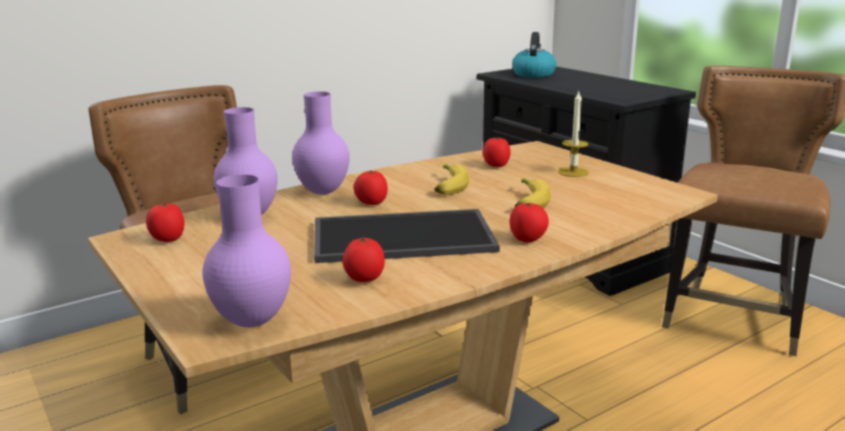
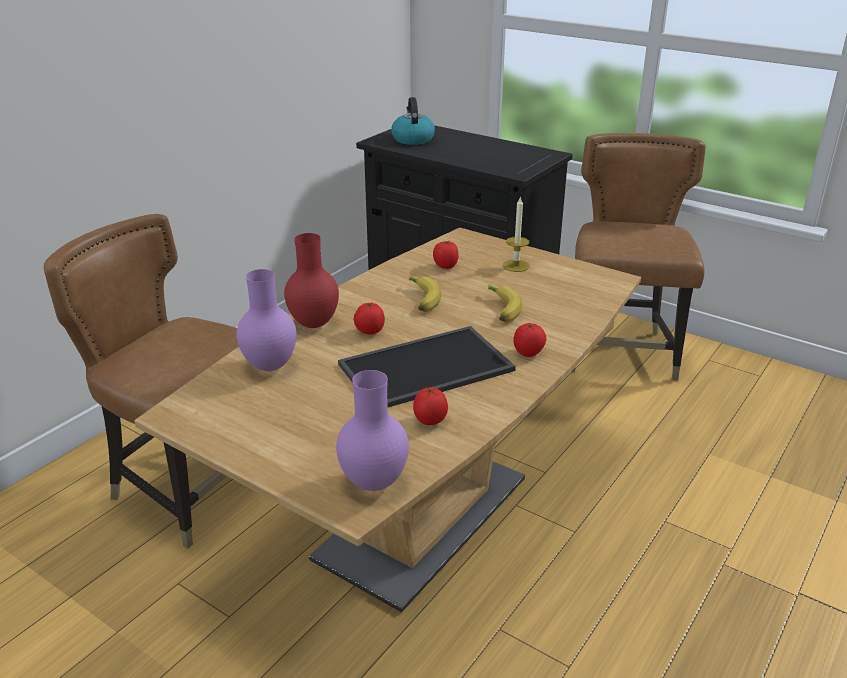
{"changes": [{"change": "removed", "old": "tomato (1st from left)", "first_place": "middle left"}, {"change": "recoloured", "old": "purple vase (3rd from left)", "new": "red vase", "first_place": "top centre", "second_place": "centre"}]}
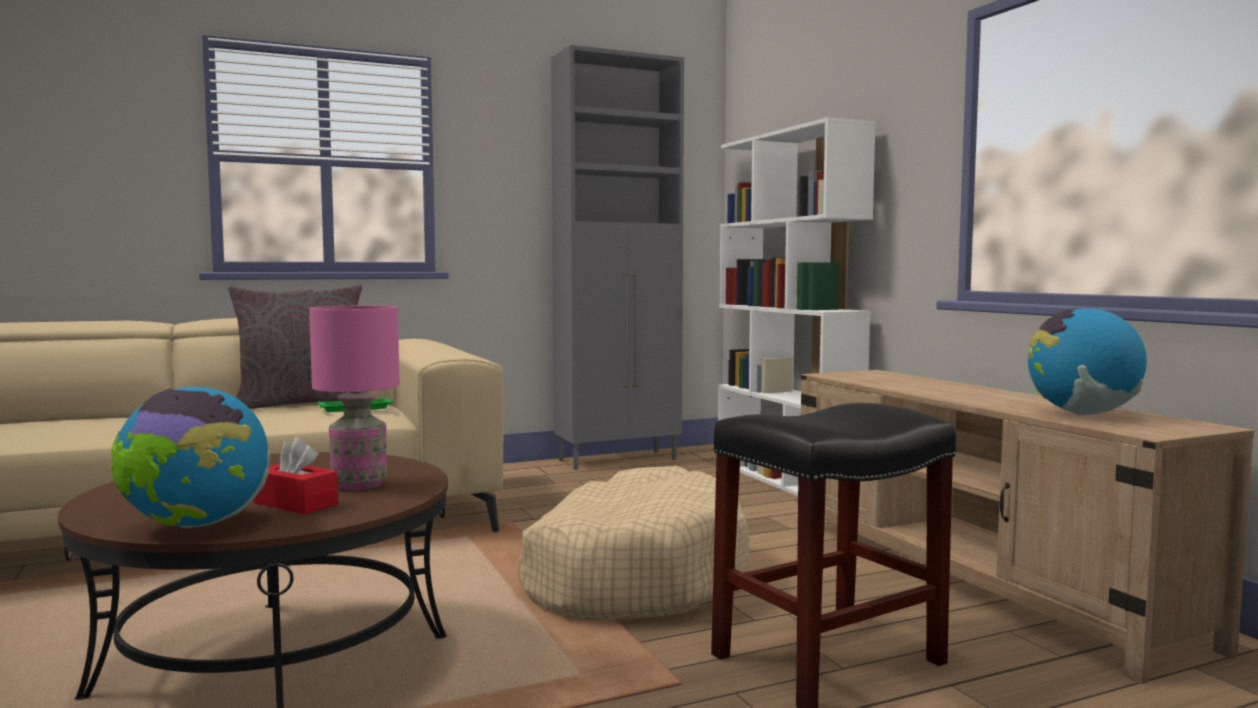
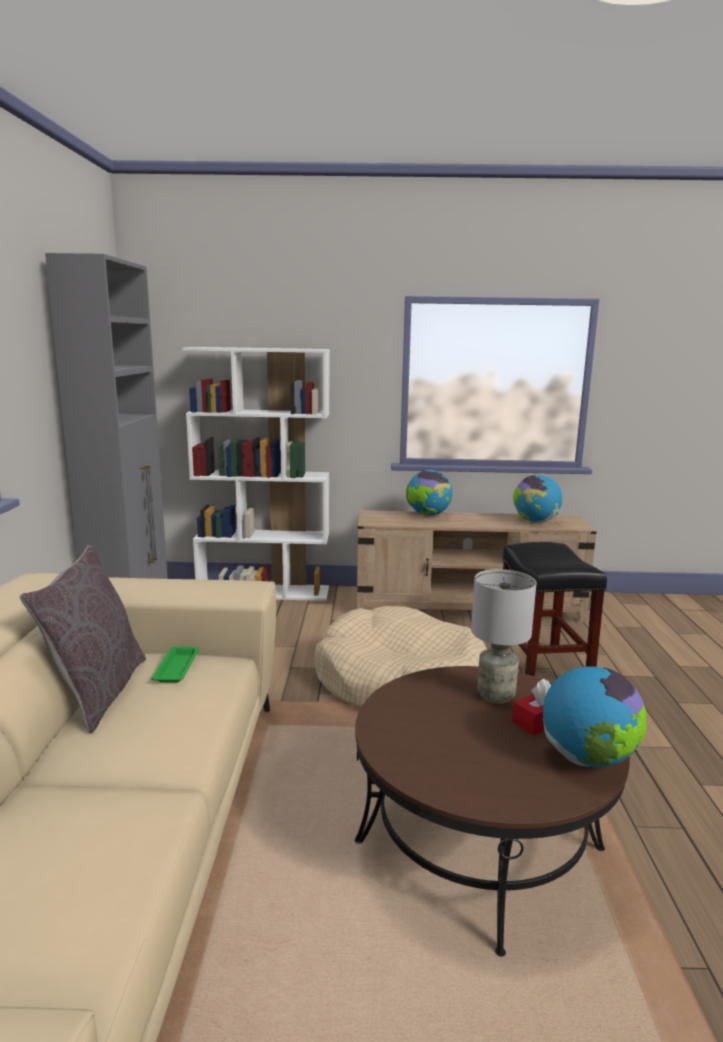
{"changes": [{"change": "recoloured", "old": "pink table lamp", "new": "grey table lamp", "first_place": "middle left", "second_place": "middle right"}, {"change": "added", "new": "globe (1st from left)", "second_place": "centre"}]}
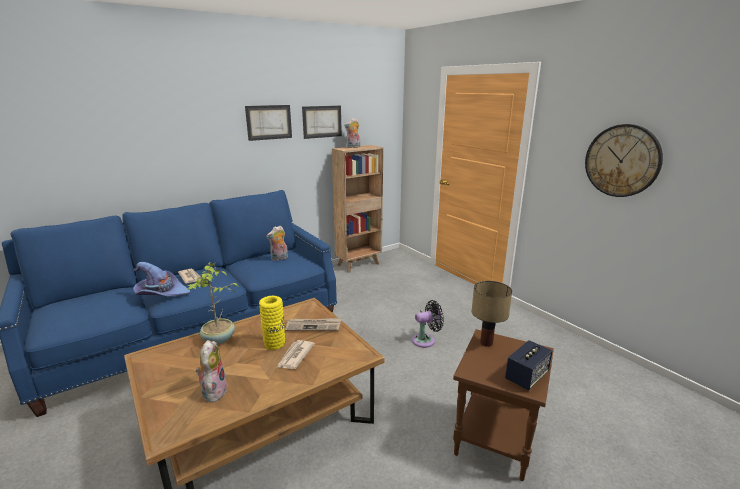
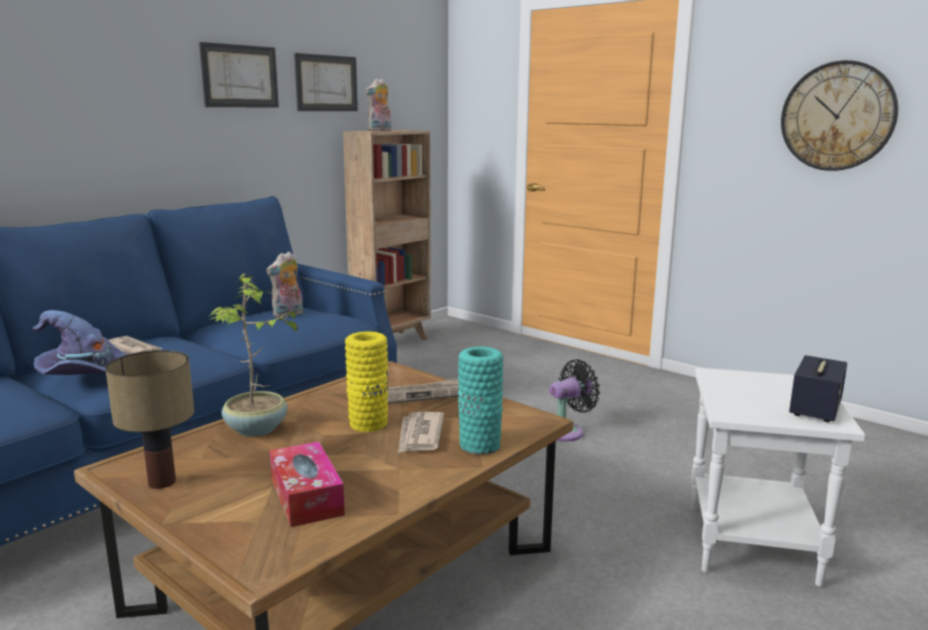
{"changes": [{"change": "replaced", "old": "plush toy (1st from left)", "new": "tissue box", "first_place": "bottom left", "second_place": "bottom left"}, {"change": "recoloured", "old": "brown side table", "new": "white side table", "first_place": "bottom right", "second_place": "bottom right"}, {"change": "moved", "old": "table lamp", "first_place": "centre", "second_place": "middle left"}, {"change": "added", "new": "turquoise vase", "second_place": "centre"}]}
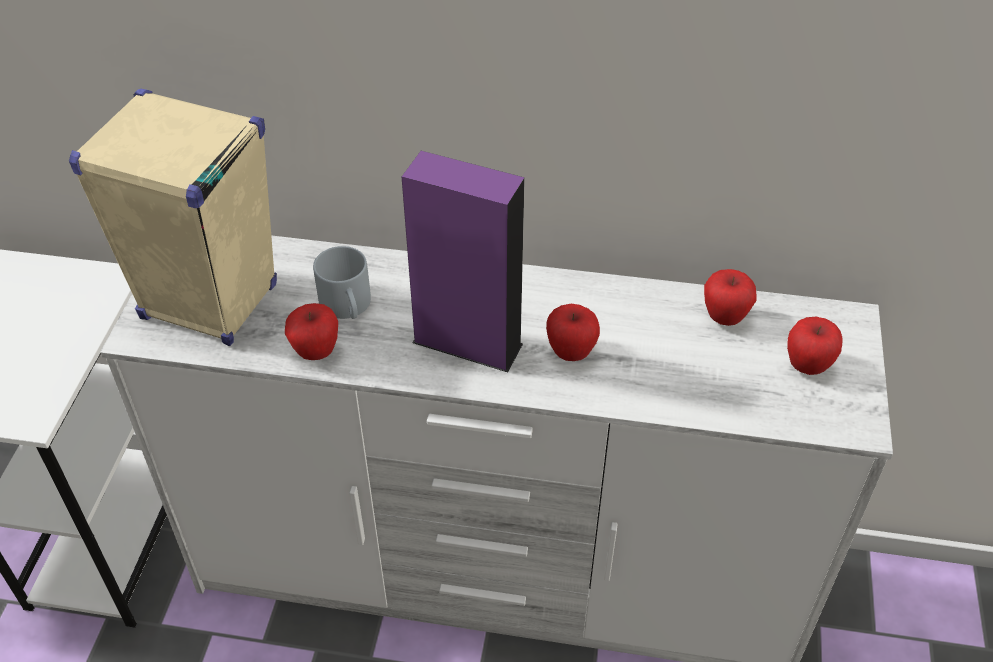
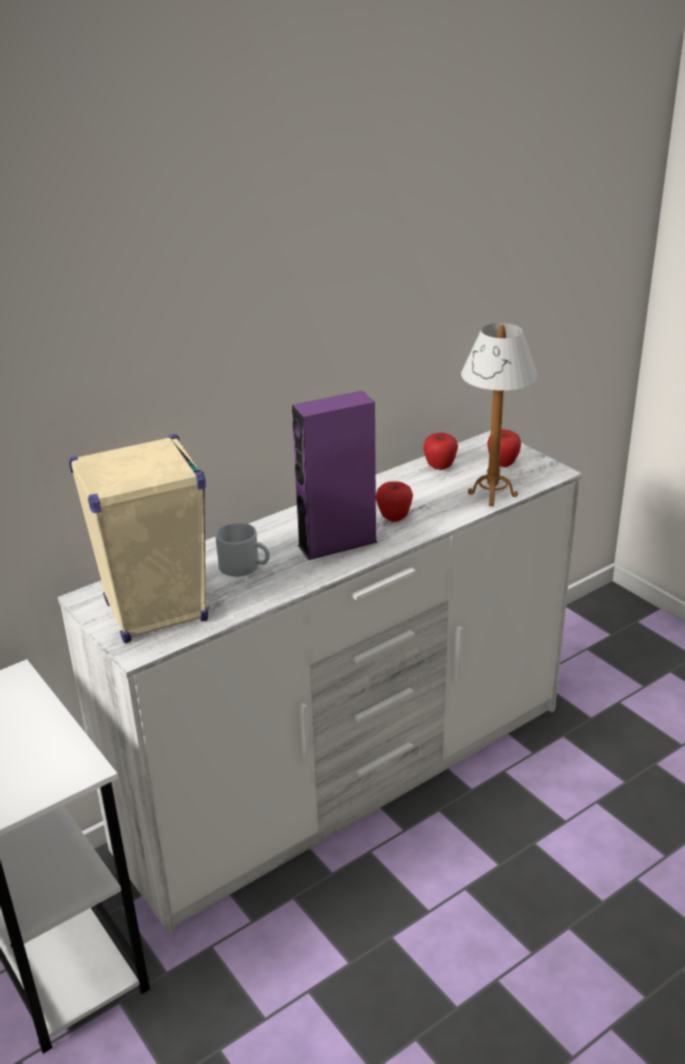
{"changes": [{"change": "removed", "old": "apple (1st from left)", "first_place": "middle left"}, {"change": "added", "new": "table lamp", "second_place": "middle right"}]}
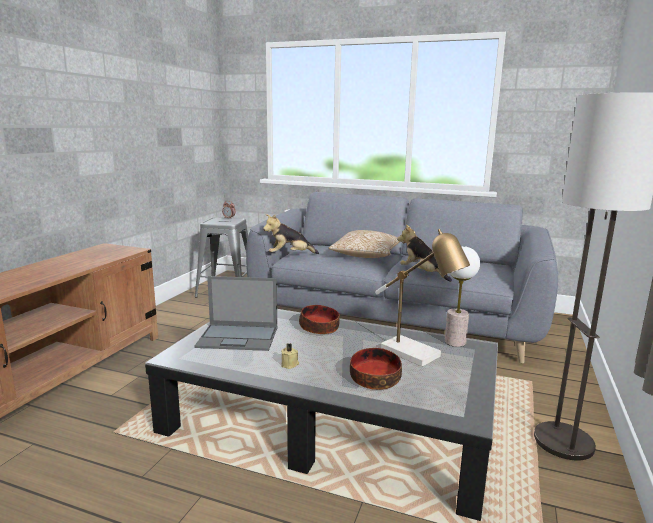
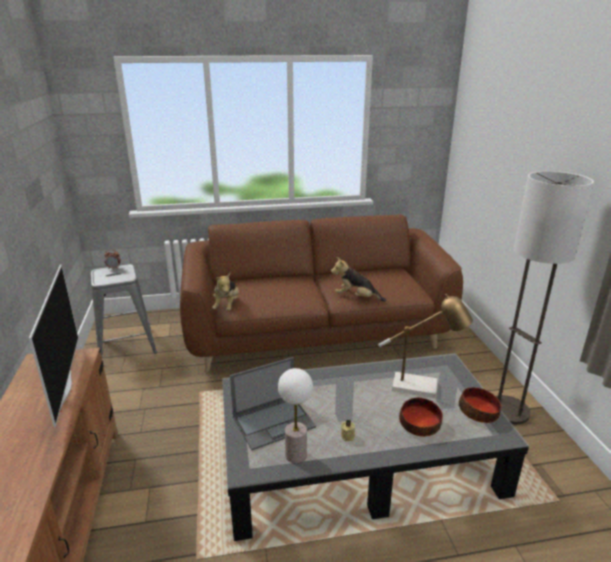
{"changes": [{"change": "recoloured", "old": "grey sofa", "new": "brown sofa", "first_place": "centre", "second_place": "centre"}, {"change": "turned", "old": "plush toy (1st from left)", "first_place": "centre", "second_place": "centre", "degrees": -45}, {"change": "moved", "old": "bowl (1st from left in the first image)", "new": "bowl (2nd from left)", "first_place": "centre", "second_place": "bottom right"}, {"change": "removed", "old": "pillow", "first_place": "centre"}, {"change": "moved", "old": "table lamp (2nd from left in the first image)", "new": "table lamp (1st from left)", "first_place": "middle right", "second_place": "bottom centre"}, {"change": "added", "new": "television", "second_place": "middle left"}]}
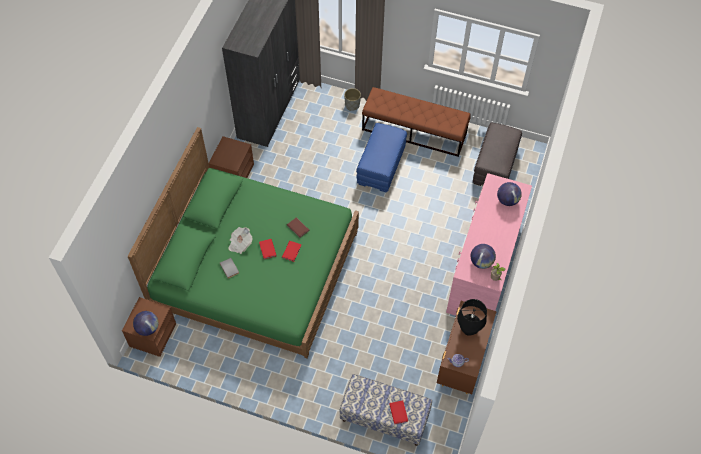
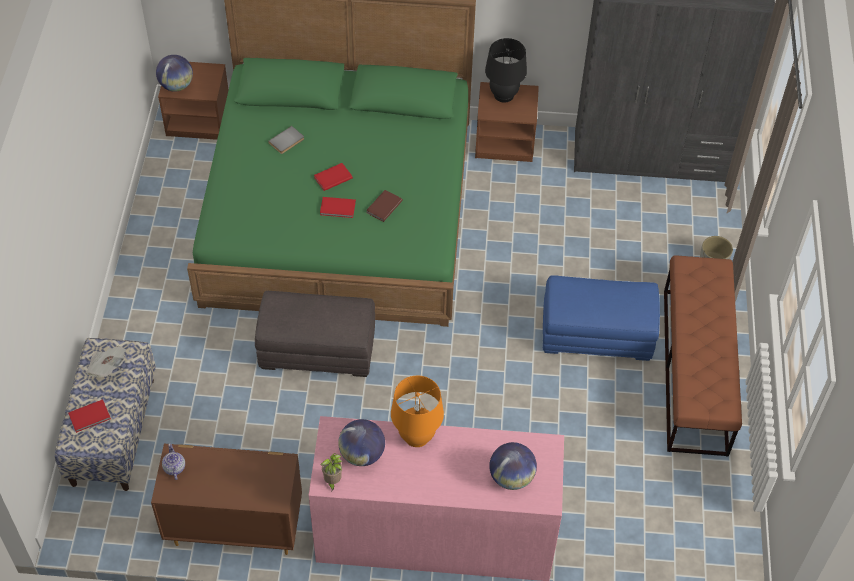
{"changes": [{"change": "moved", "old": "newspaper", "first_place": "centre", "second_place": "middle left"}, {"change": "moved", "old": "black table lamp", "first_place": "bottom right", "second_place": "top centre"}, {"change": "moved", "old": "grey ottoman", "first_place": "middle right", "second_place": "centre"}, {"change": "added", "new": "orange table lamp", "second_place": "bottom centre"}]}
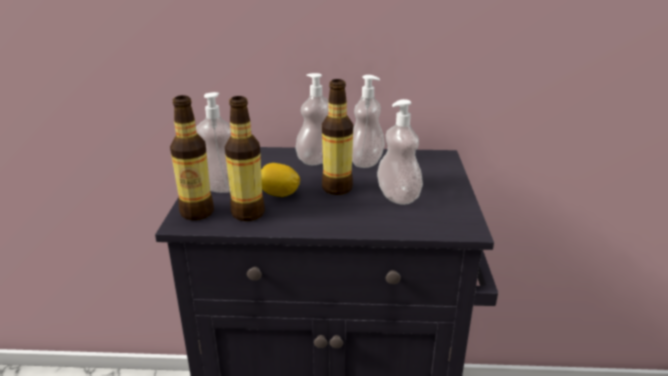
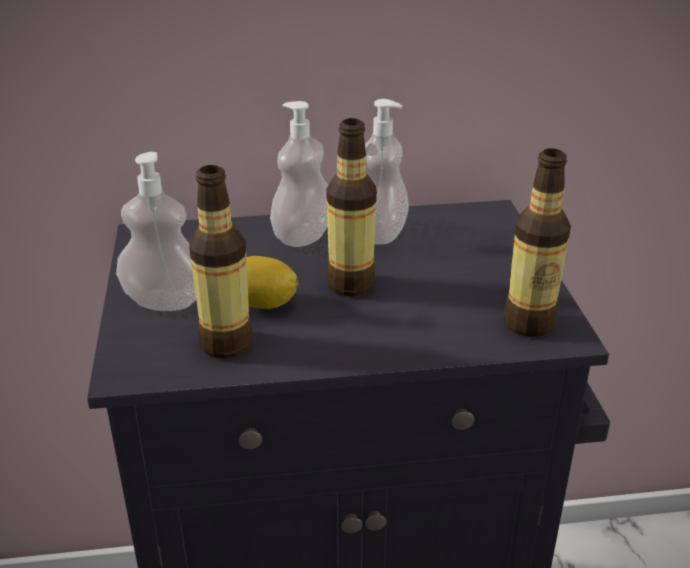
{"changes": [{"change": "moved", "old": "bottle (1st from left in the first image)", "new": "bottle (3rd from left)", "first_place": "middle left", "second_place": "middle right"}, {"change": "removed", "old": "soap dispenser (4th from left)", "first_place": "centre"}]}
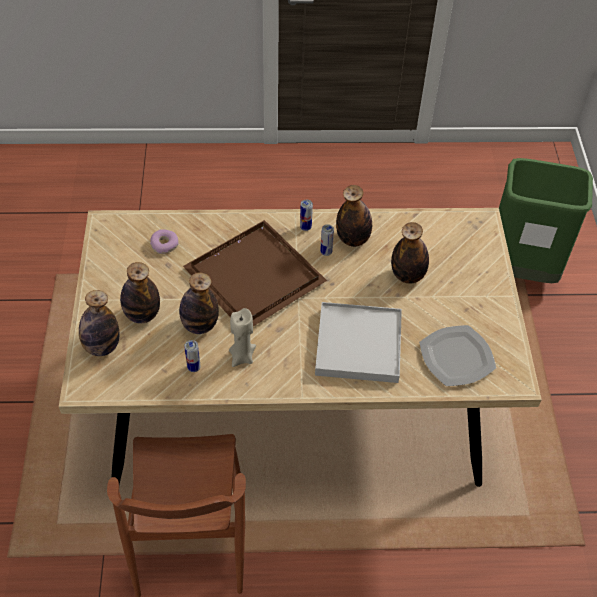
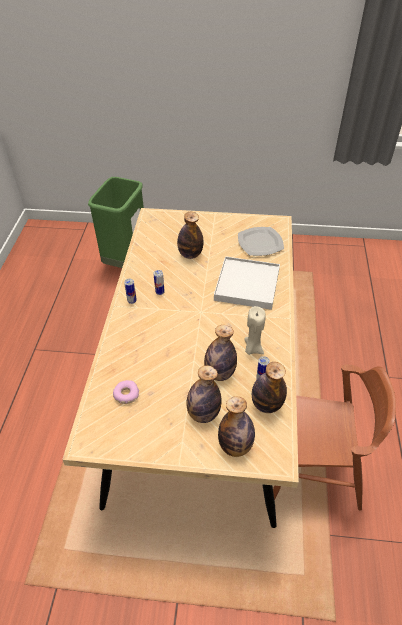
{"changes": [{"change": "removed", "old": "brown tray", "first_place": "centre"}, {"change": "moved", "old": "bottle (4th from left in the first image)", "new": "bottle (5th from left)", "first_place": "centre", "second_place": "middle right"}]}
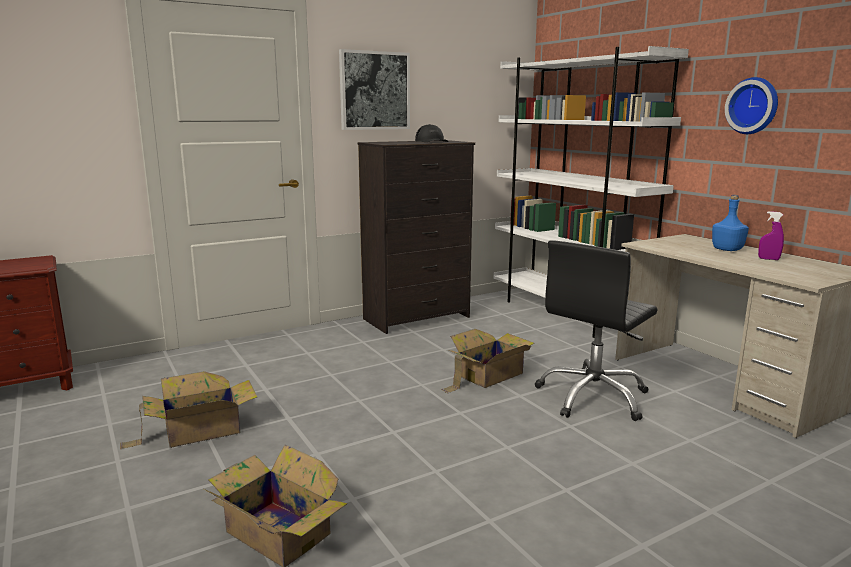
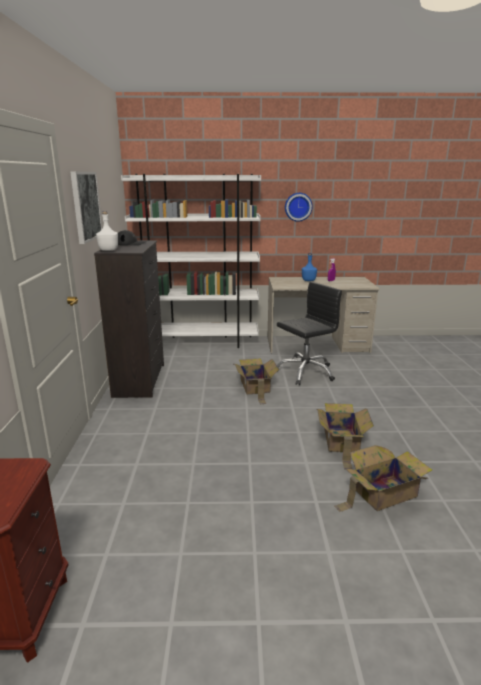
{"changes": [{"change": "moved", "old": "cardboard box (1st from left in the first image)", "new": "cardboard box (2nd from left)", "first_place": "bottom left", "second_place": "middle right"}, {"change": "turned", "old": "black office chair", "first_place": "middle right", "second_place": "centre", "degrees": -105}, {"change": "added", "new": "white bottle", "second_place": "middle left"}]}
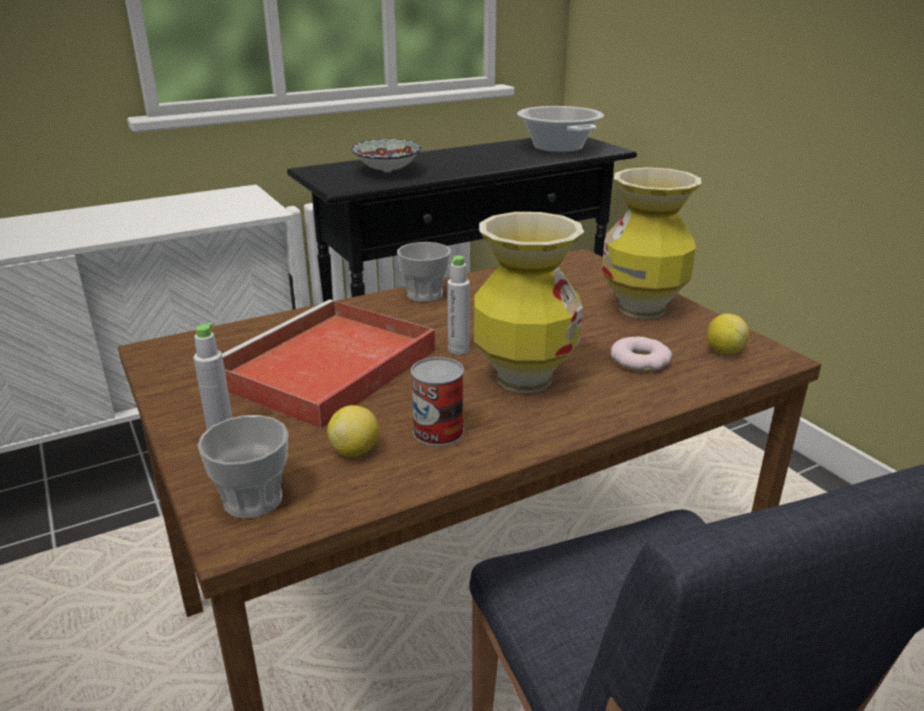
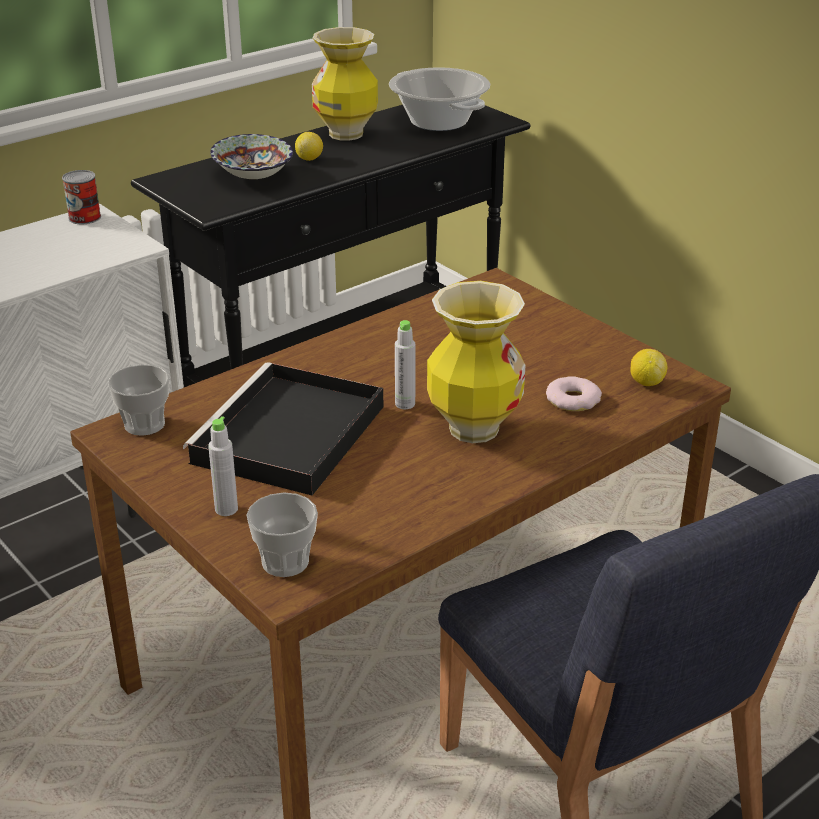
{"changes": [{"change": "recoloured", "old": "red tray", "new": "black tray", "first_place": "centre", "second_place": "centre"}, {"change": "moved", "old": "lemon (1st from left)", "first_place": "centre", "second_place": "top centre"}, {"change": "moved", "old": "cup (2nd from left in the first image)", "new": "cup (1st from left)", "first_place": "centre", "second_place": "middle left"}, {"change": "moved", "old": "can", "first_place": "centre", "second_place": "top left"}, {"change": "moved", "old": "vase (2nd from left in the first image)", "new": "vase (1st from left)", "first_place": "middle right", "second_place": "top centre"}]}
